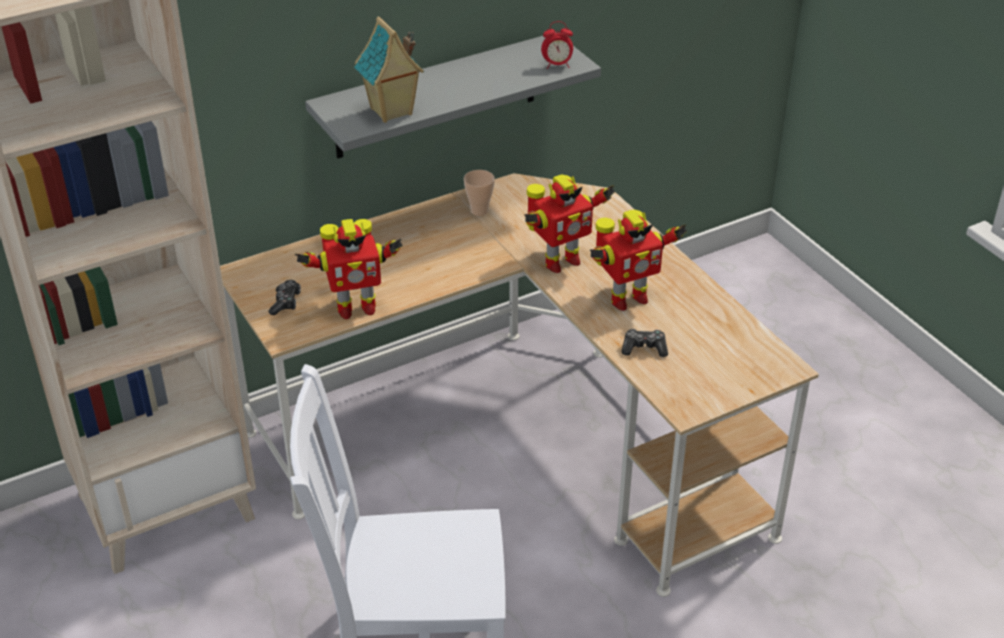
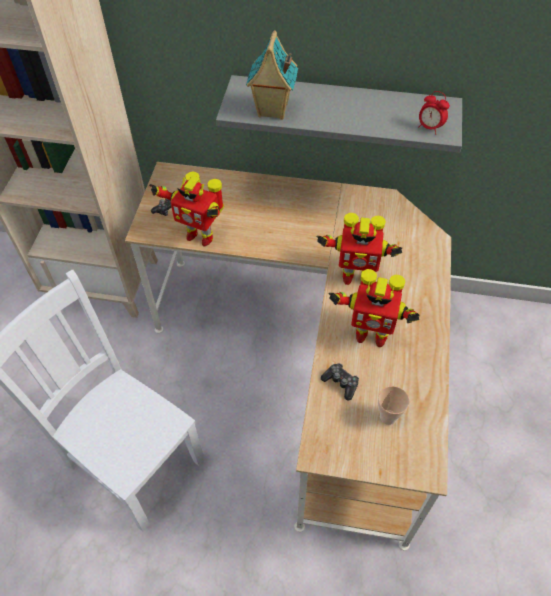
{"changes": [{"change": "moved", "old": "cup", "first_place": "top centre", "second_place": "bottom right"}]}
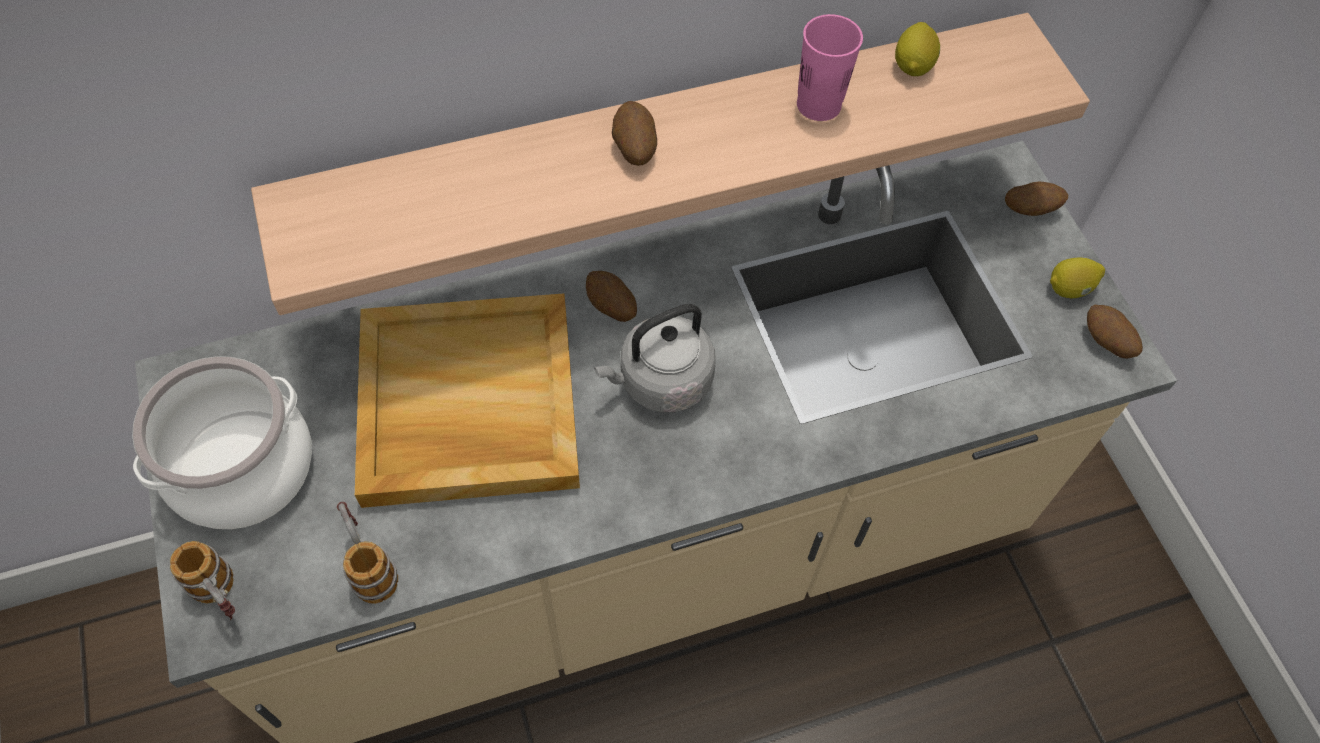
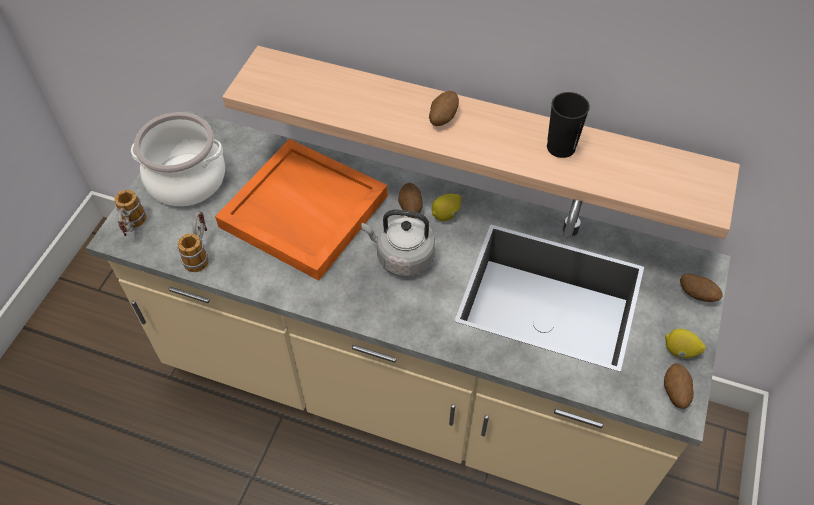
{"changes": [{"change": "recoloured", "old": "beige tray", "new": "orange tray", "first_place": "centre", "second_place": "centre"}, {"change": "recoloured", "old": "pink cup", "new": "black cup", "first_place": "top centre", "second_place": "top right"}, {"change": "moved", "old": "lemon (1st from left)", "first_place": "top right", "second_place": "centre"}]}
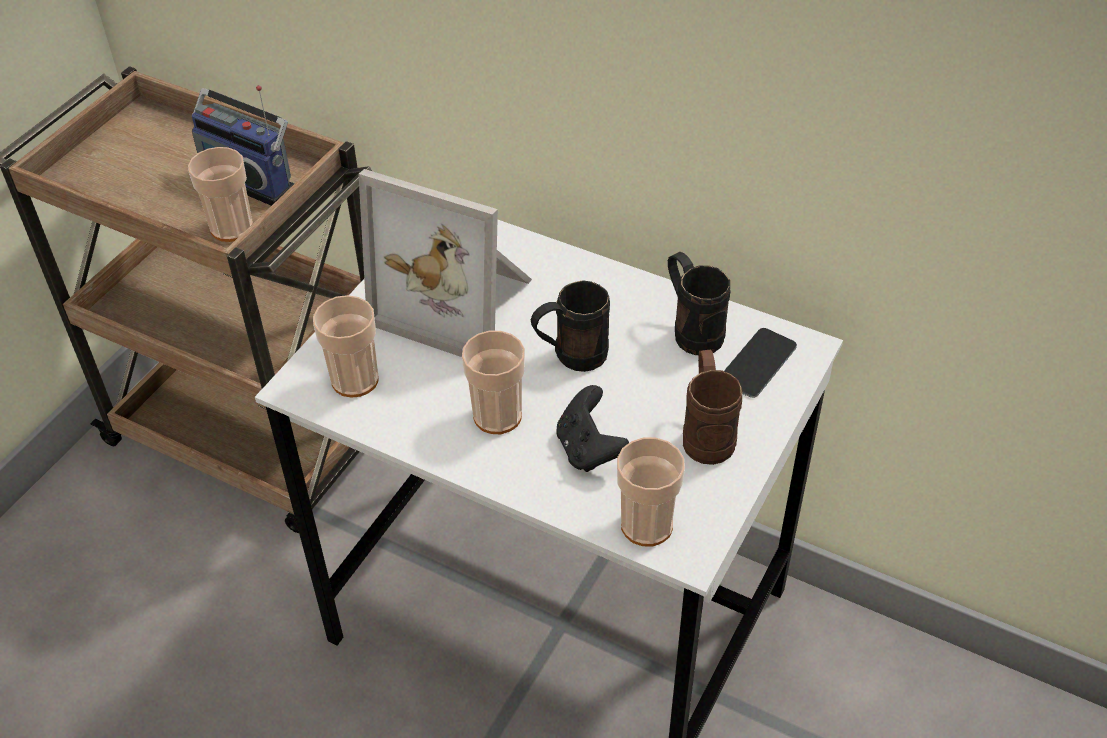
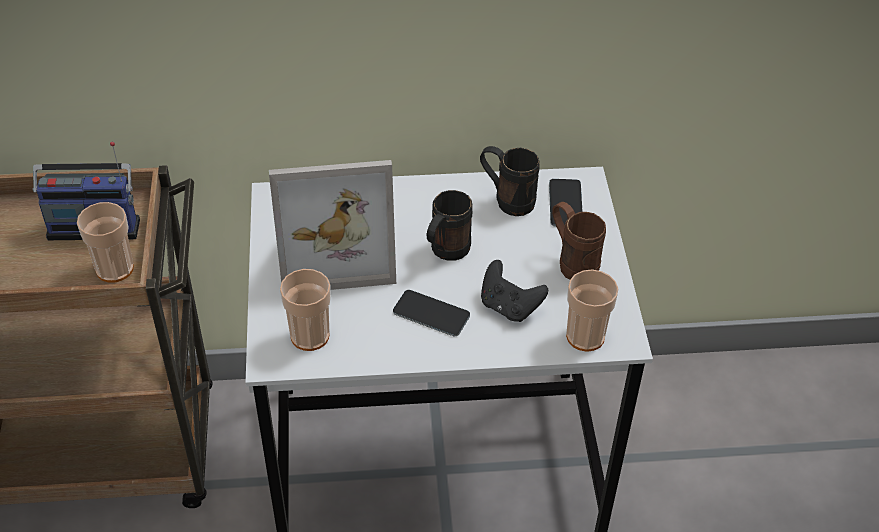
{"changes": [{"change": "replaced", "old": "cup (3rd from left)", "new": "phone (1st from left)", "first_place": "centre", "second_place": "centre"}]}
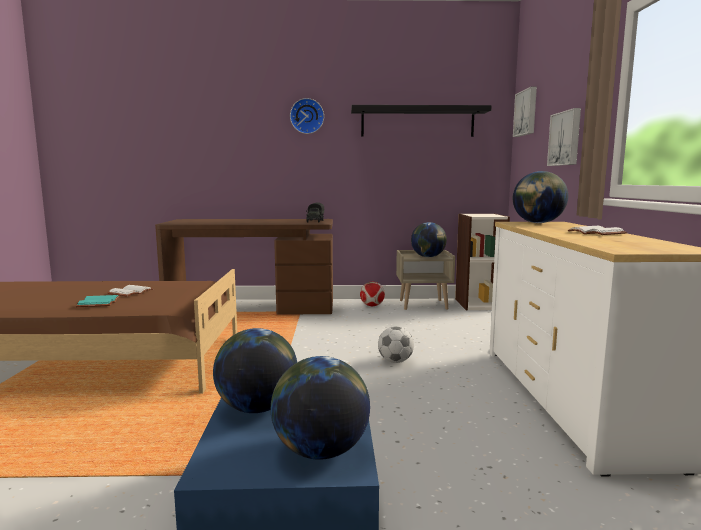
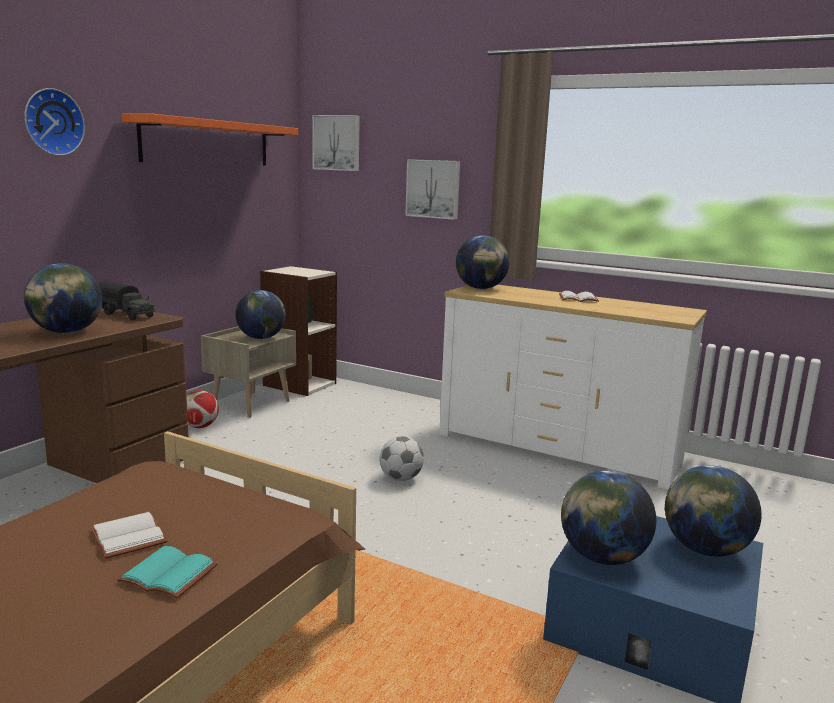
{"changes": [{"change": "recoloured", "old": "black shelf", "new": "orange shelf", "first_place": "top centre", "second_place": "top left"}, {"change": "added", "new": "globe (1st from left)", "second_place": "middle left"}]}
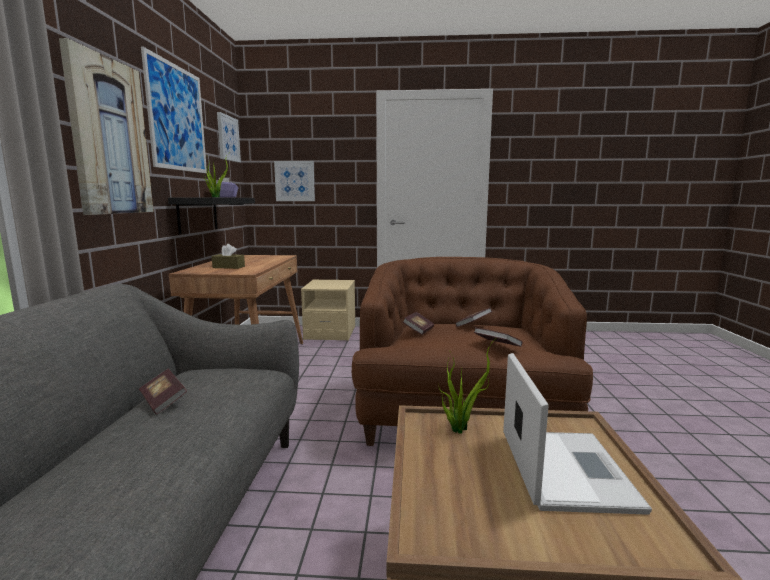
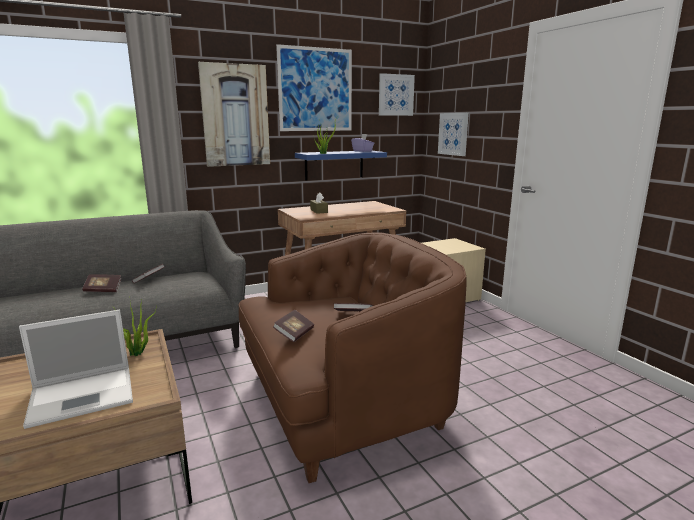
{"changes": [{"change": "recoloured", "old": "black shelf", "new": "blue shelf", "first_place": "middle left", "second_place": "top centre"}, {"change": "moved", "old": "book (2nd from left in the first image)", "new": "book (1st from left)", "first_place": "centre", "second_place": "middle left"}]}
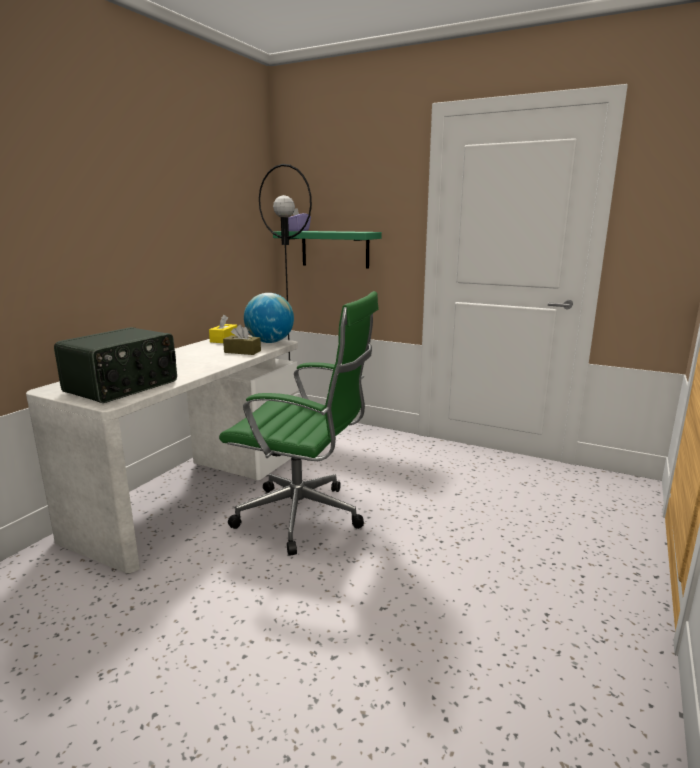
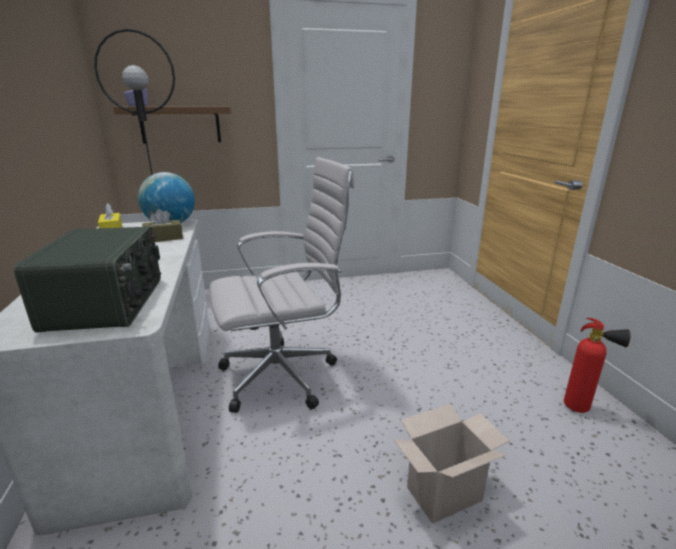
{"changes": [{"change": "recoloured", "old": "green office chair", "new": "white office chair", "first_place": "centre", "second_place": "centre"}, {"change": "recoloured", "old": "green shelf", "new": "brown shelf", "first_place": "top centre", "second_place": "top left"}, {"change": "added", "new": "cardboard box", "second_place": "bottom right"}, {"change": "added", "new": "fire extinguisher", "second_place": "middle right"}]}
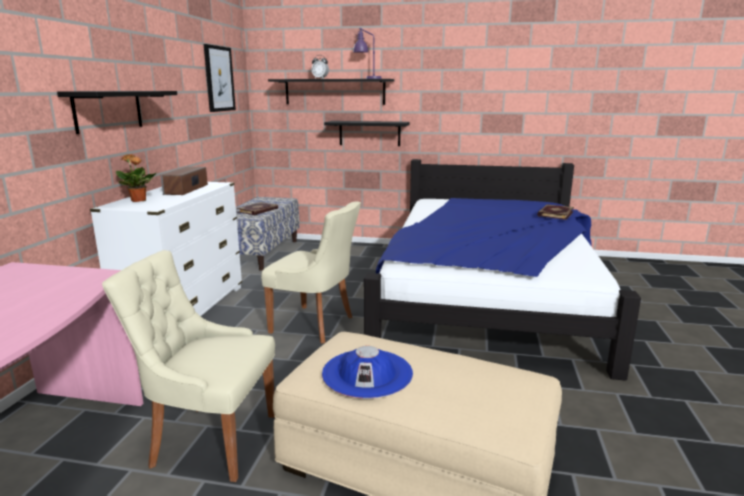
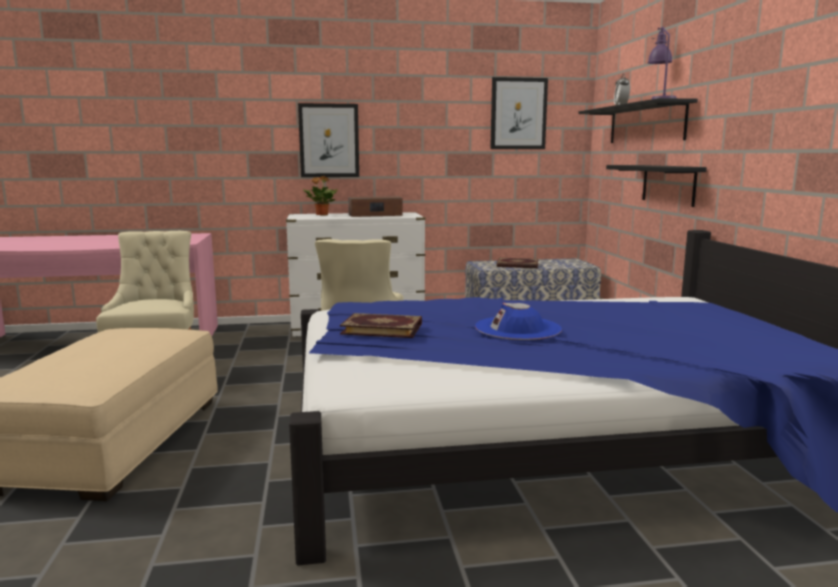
{"changes": [{"change": "replaced", "old": "black shelf (1st from left)", "new": "picture (1st from left)", "first_place": "top left", "second_place": "top centre"}, {"change": "moved", "old": "blue hat", "first_place": "bottom centre", "second_place": "centre"}, {"change": "moved", "old": "book (2nd from left in the first image)", "new": "book (1st from left)", "first_place": "middle right", "second_place": "centre"}]}
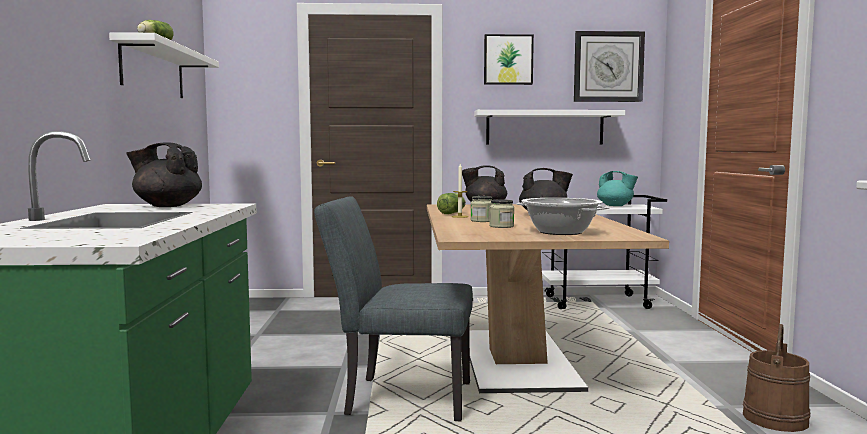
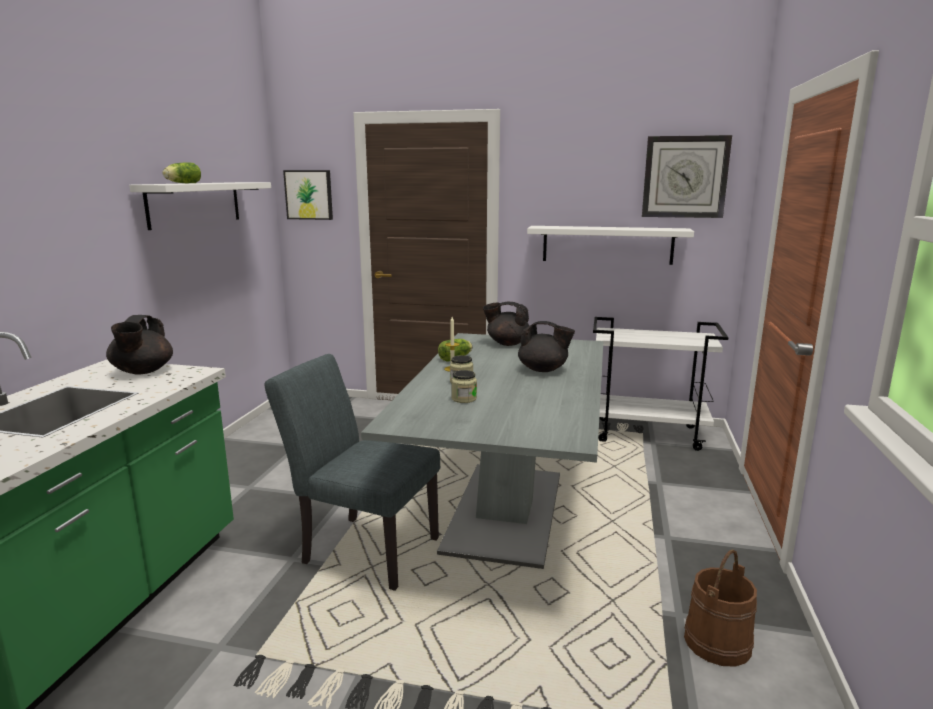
{"changes": [{"change": "turned", "old": "black teapot (1st from left)", "first_place": "middle left", "second_place": "middle left", "degrees": -120}, {"change": "recoloured", "old": "brown dining table", "new": "grey dining table", "first_place": "bottom centre", "second_place": "centre"}, {"change": "moved", "old": "picture", "first_place": "top centre", "second_place": "top left"}, {"change": "removed", "old": "cooking pot", "first_place": "centre"}, {"change": "removed", "old": "turquoise teapot", "first_place": "middle right"}]}
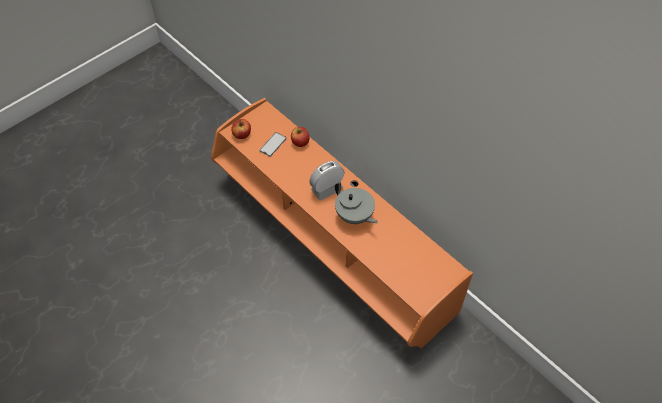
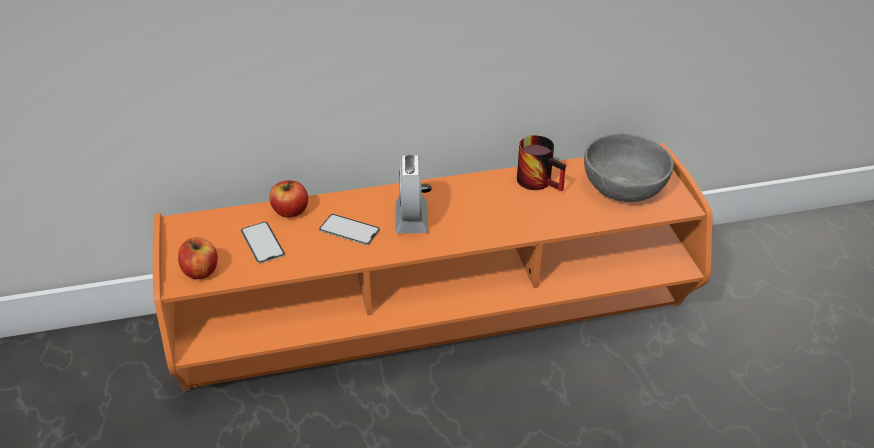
{"changes": [{"change": "removed", "old": "grey teapot", "first_place": "centre"}, {"change": "added", "new": "phone (2nd from left)", "second_place": "centre"}, {"change": "added", "new": "mug", "second_place": "centre"}, {"change": "added", "new": "grey bowl", "second_place": "middle right"}]}
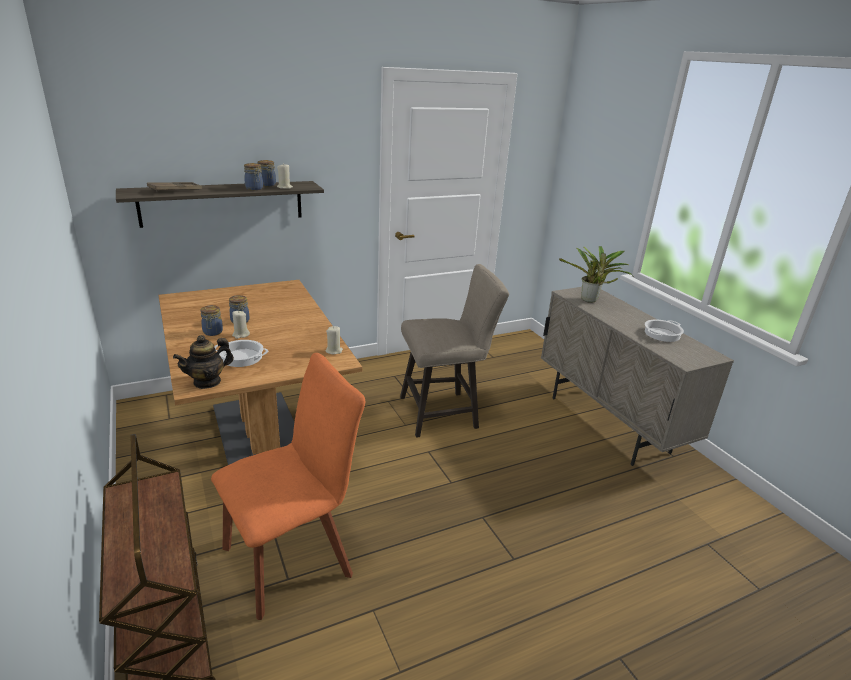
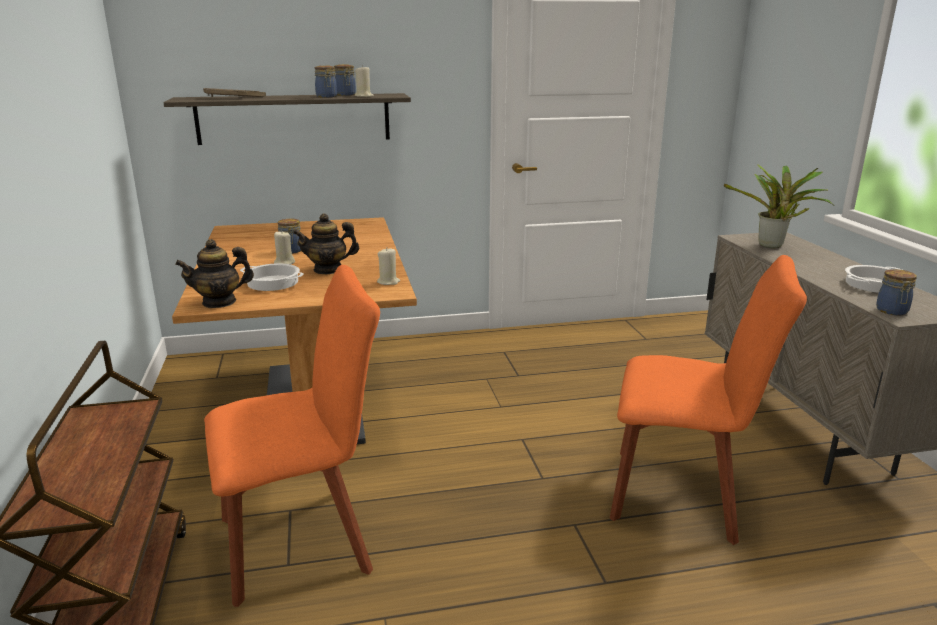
{"changes": [{"change": "moved", "old": "jar (1st from left in the first image)", "new": "jar (4th from left)", "first_place": "middle left", "second_place": "middle right"}, {"change": "removed", "old": "beige stool", "first_place": "centre"}, {"change": "added", "new": "teapot (2nd from left)", "second_place": "centre"}, {"change": "added", "new": "orange chair (2nd from left)", "second_place": "middle right"}]}
